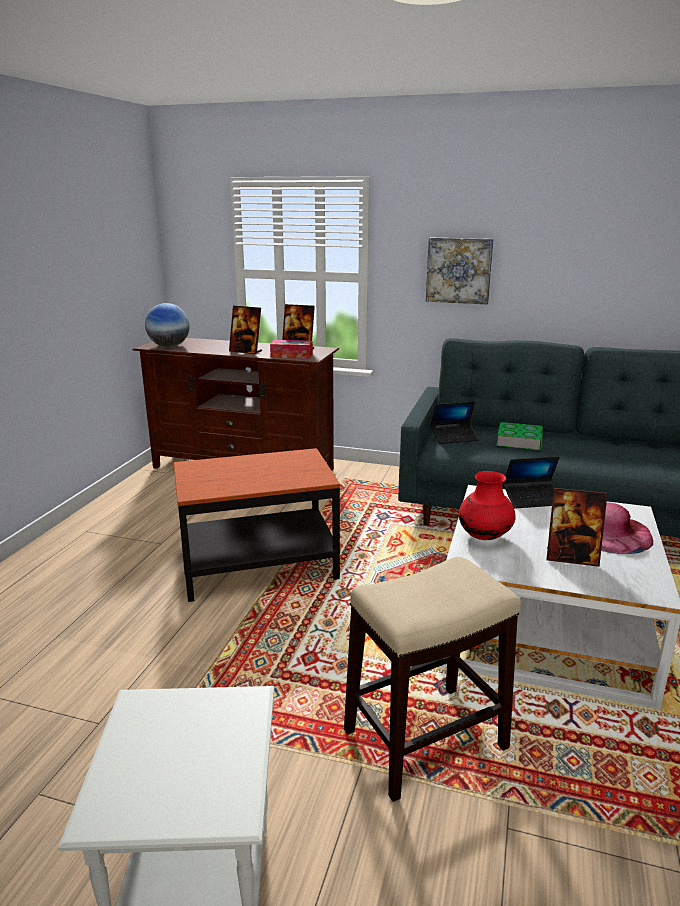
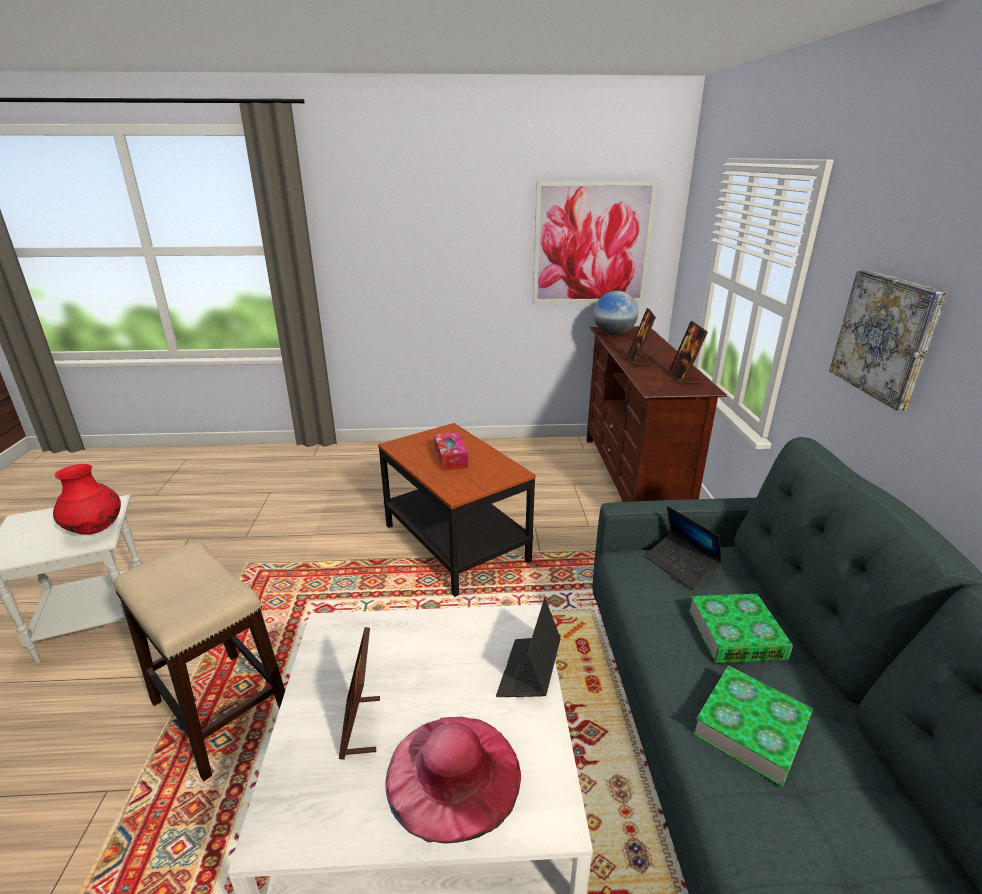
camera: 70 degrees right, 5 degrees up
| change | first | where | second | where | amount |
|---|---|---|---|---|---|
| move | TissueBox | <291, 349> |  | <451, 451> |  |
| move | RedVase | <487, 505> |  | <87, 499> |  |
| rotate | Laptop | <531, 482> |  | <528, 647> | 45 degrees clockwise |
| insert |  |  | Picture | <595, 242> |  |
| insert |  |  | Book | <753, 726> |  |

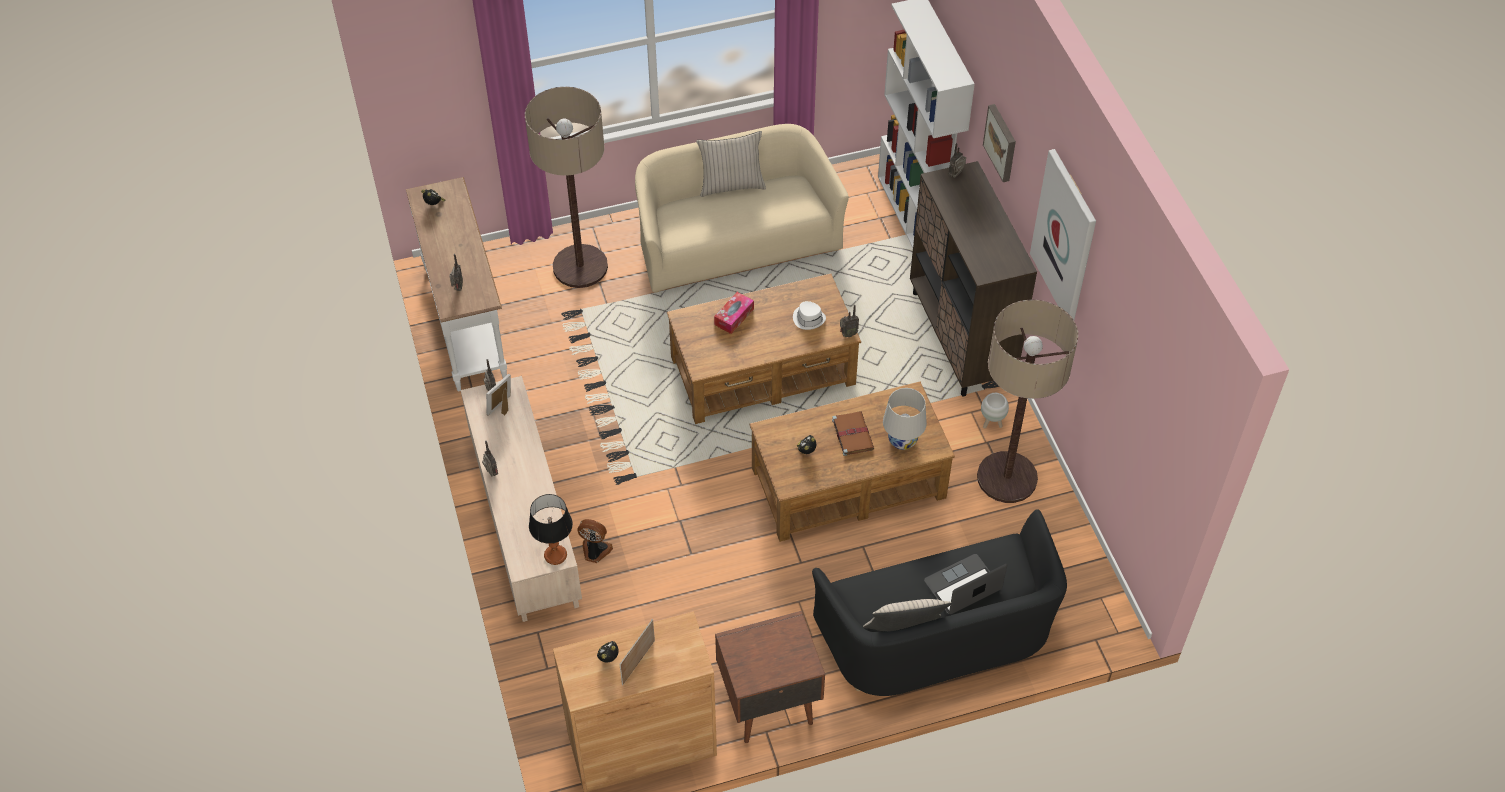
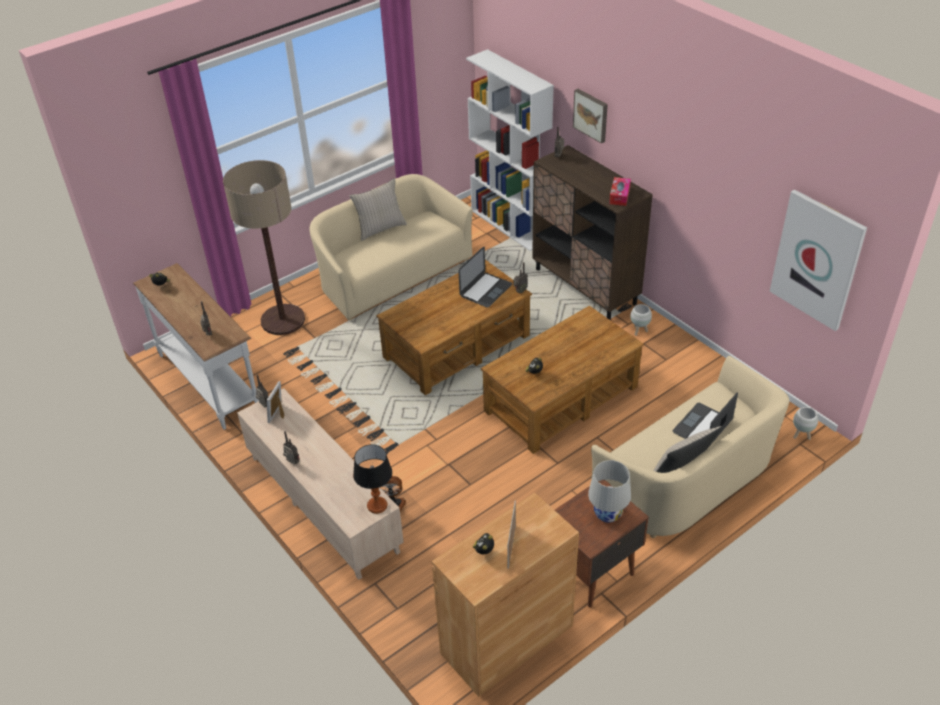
camera: 20 degrees left, 10 degrees down
| change | first | where | second | where | amount |
|---|---|---|---|---|---|
| move | TissueBox | <734, 313> |  | <620, 191> |  |
| replace | WhiteHat | <809, 315> | Laptop | <485, 277> |  |
| recolor | BlackSofa | <939, 602> | BeigeSofa | <690, 447> |  |
| delete | BrownBook | <853, 433> |  |  |  |
| move | WhiteTableLamp | <905, 419> |  | <609, 491> |  |
| delete | FloorLamp | <1027, 401> |  |  |  |
| move | Picture | <1063, 234> |  | <818, 260> |  |
| insert |  |  | WhitePlanter | <805, 423> |  |

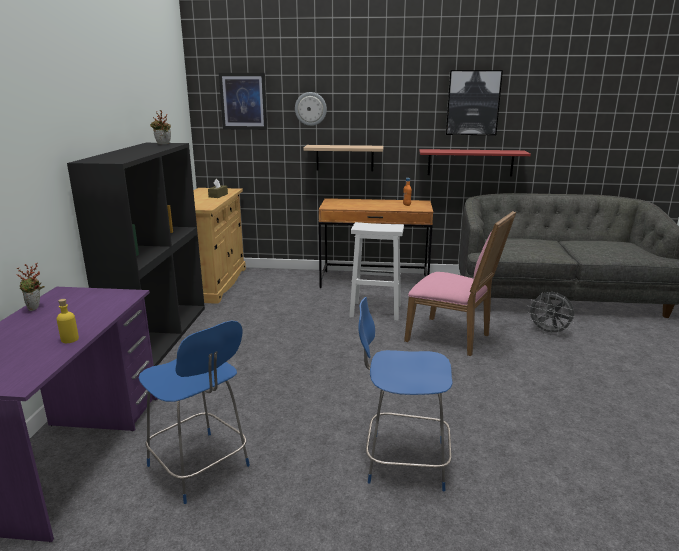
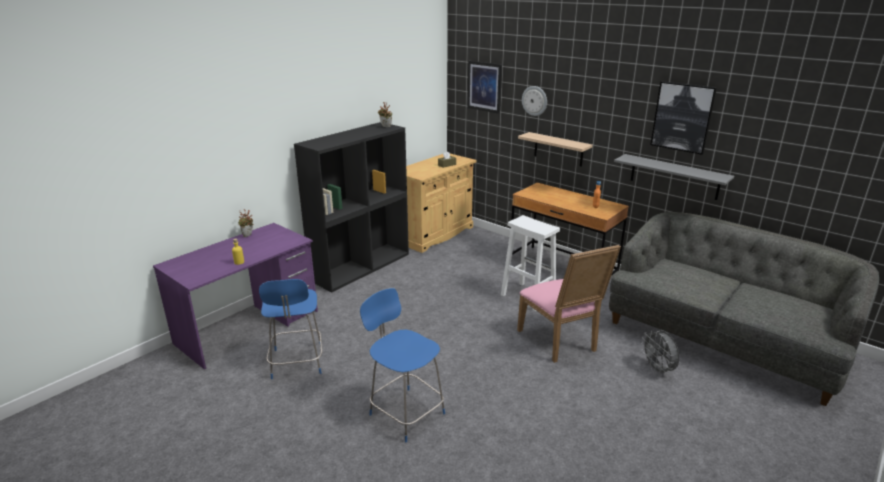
camera: 35 degrees right, 5 degrees up
| change | first | where | second | where | amount |
|---|---|---|---|---|---|
| recolor | RedShelf | <475, 163> | GreyShelf | <674, 177> |  |

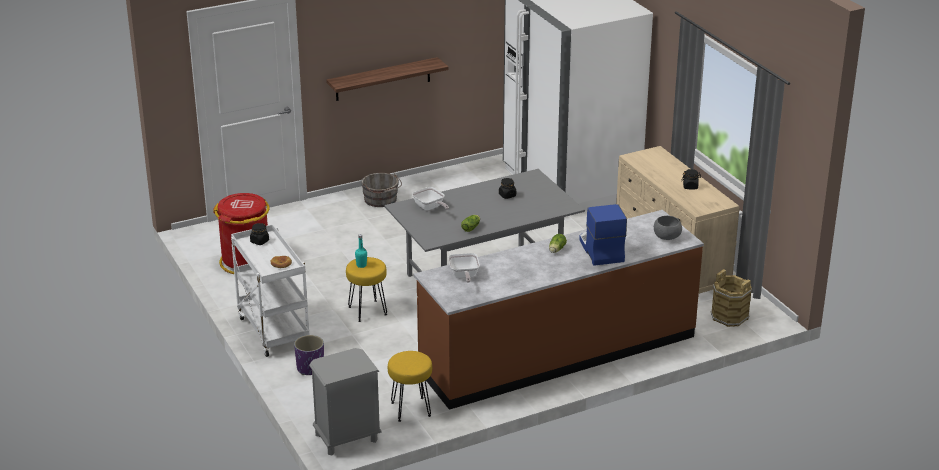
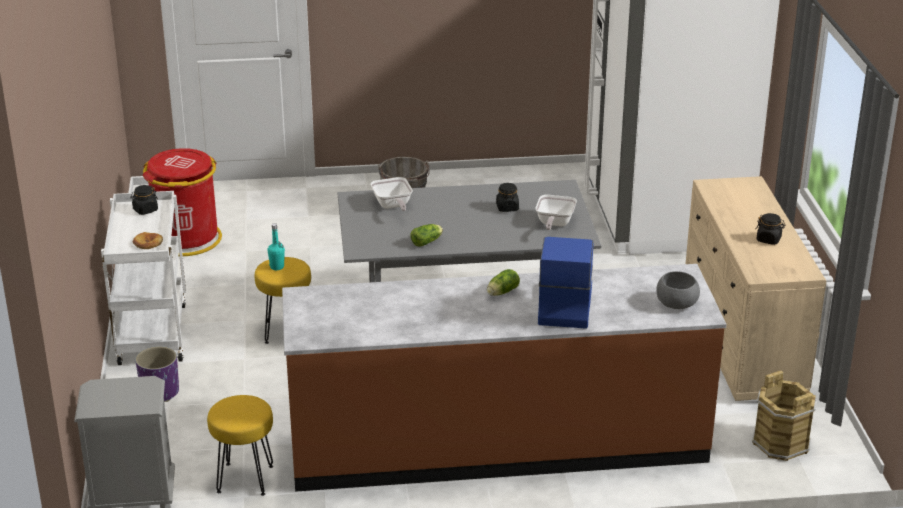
camera: 20 degrees right, 0 degrees up
| change | first | where | second | where | amount |
|---|---|---|---|---|---|
| delete | Shelf | <387, 79> |  |  |  |
| move | FryingPan | <464, 268> |  | <556, 212> |  |

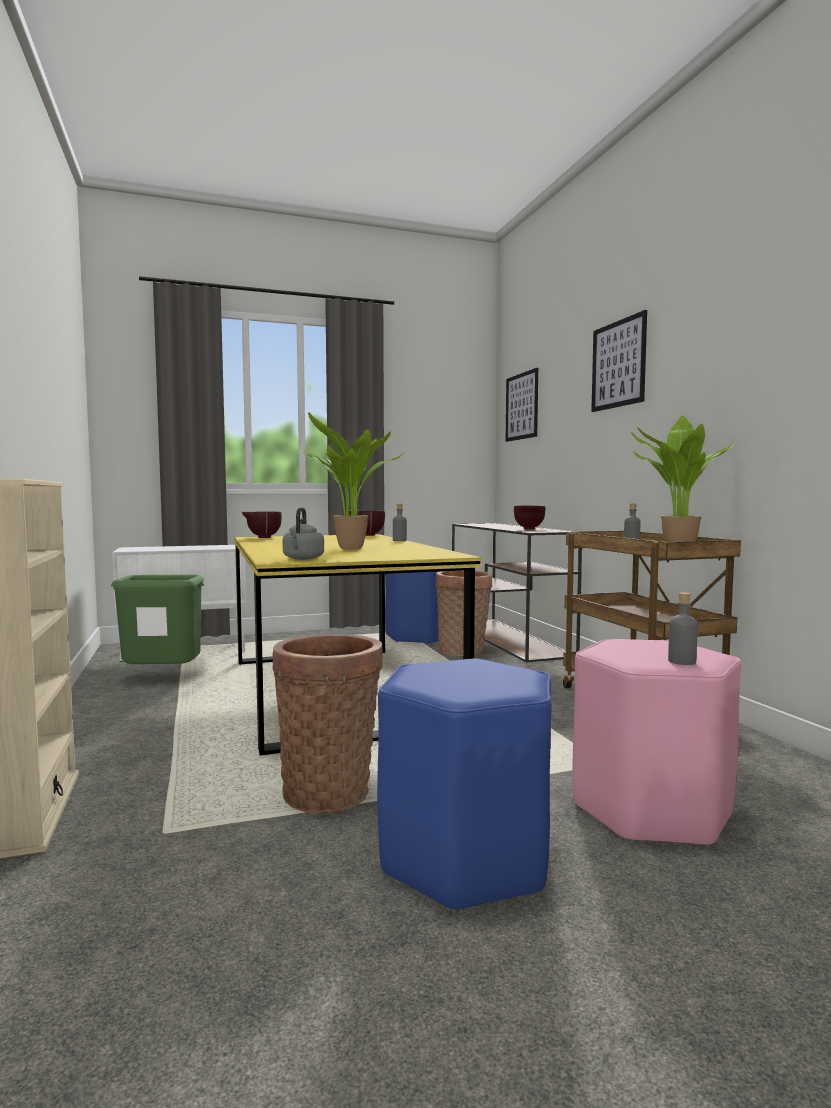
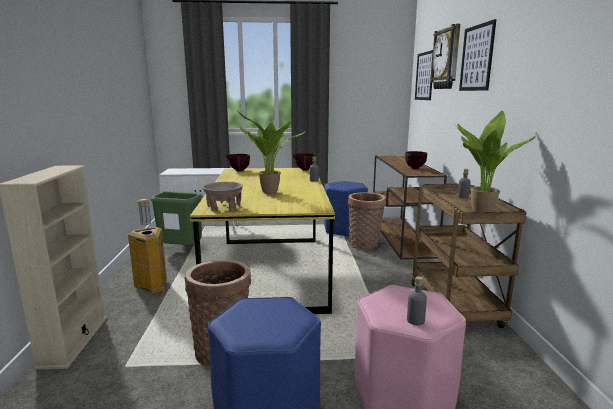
camera: 15 degrees right, 10 degrees up
| change | first | where | second | where | amount |
|---|---|---|---|---|---|
| replace | GreyKettle | <303, 533> | BeigeBowl | <223, 197> |  |
| insert |  |  | TrashCan | <147, 246> |  |
| insert |  |  | WallClock | <445, 56> |  |

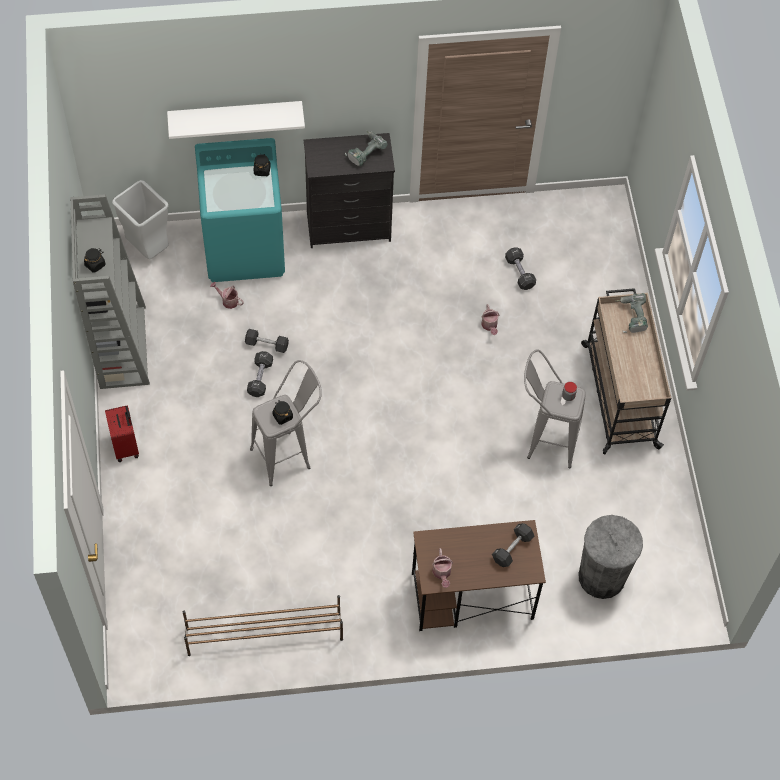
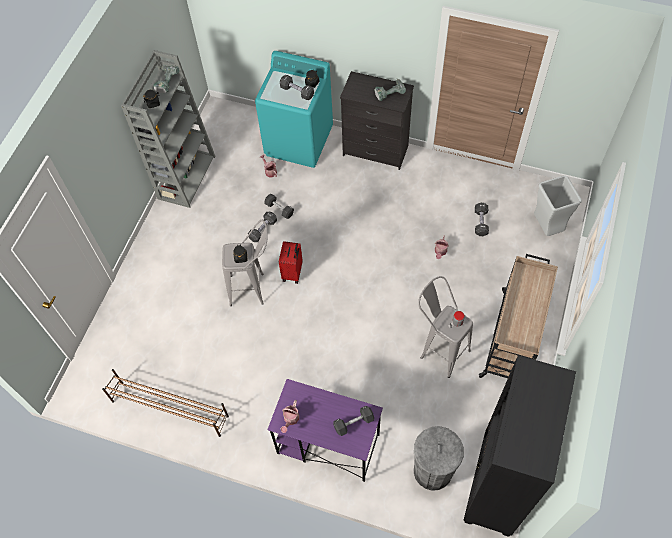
camera: 30 degrees right, 0 degrees up
| change | first | where | second | where | amount |
|---|---|---|---|---|---|
| move | RedSuitcase | <122, 433> |  | <291, 262> |  |
| move | GreyTrashCan | <140, 219> |  | <558, 206> |  |
| delete | WhiteShelf | <236, 120> |  |  |  |
| recolor | BrownDesk | <479, 575> | PurpleDesk | <325, 430> |  |
| move | PowerDrill | <632, 313> |  | <165, 79> |  |
| insert |  |  | BlackDumbbell | <297, 87> |  |
| insert |  |  | BlackBookcase | <519, 446> |  |

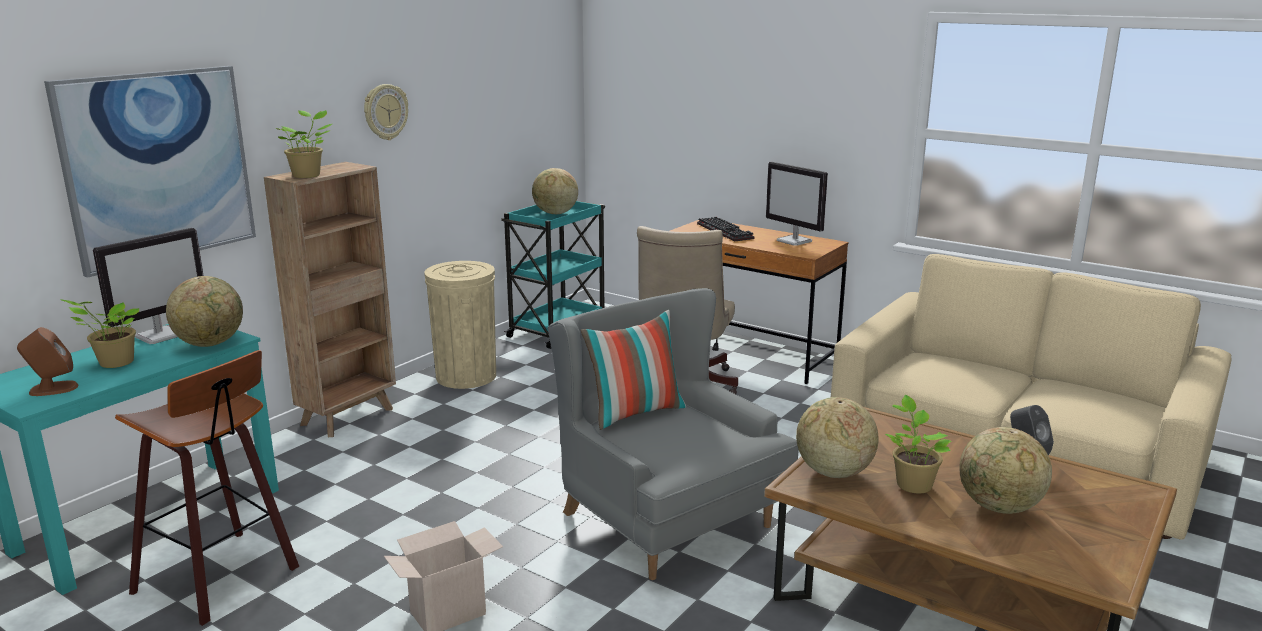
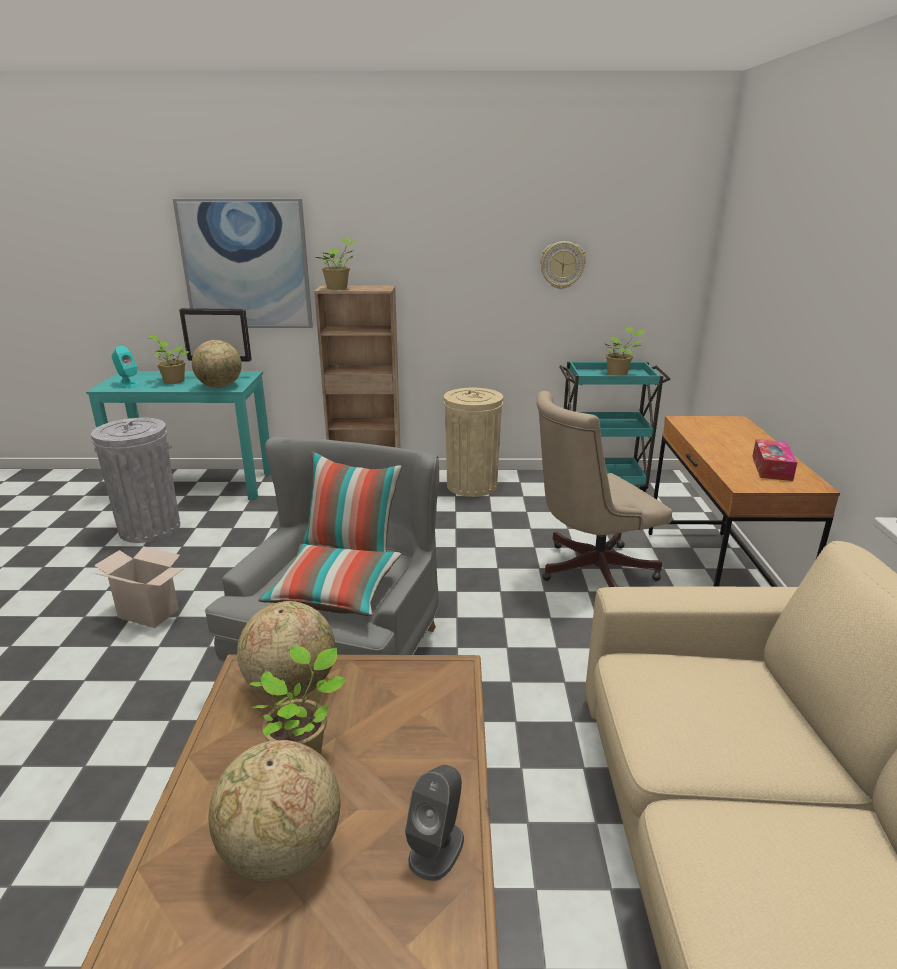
camera: 55 degrees right, 5 degrees up
| change | first | where | second | where | amount |
|---|---|---|---|---|---|
| recolor | BrownSpeaker | <47, 361> | TurquoiseSpeaker | <125, 366> |  |
| replace | Stool | <207, 488> | GreyTrashCan | <135, 480> |  |
| move | WallClock | <386, 112> |  | <563, 265> |  |
| replace | Globe | <555, 191> | PottedPlant | <625, 351> |  |
| delete | Keyboard | <726, 229> |  |  |  |
| replace | Monitor | <797, 204> | TissueBox | <775, 460> |  |
| insert |  |  | Pillow | <329, 580> |  |

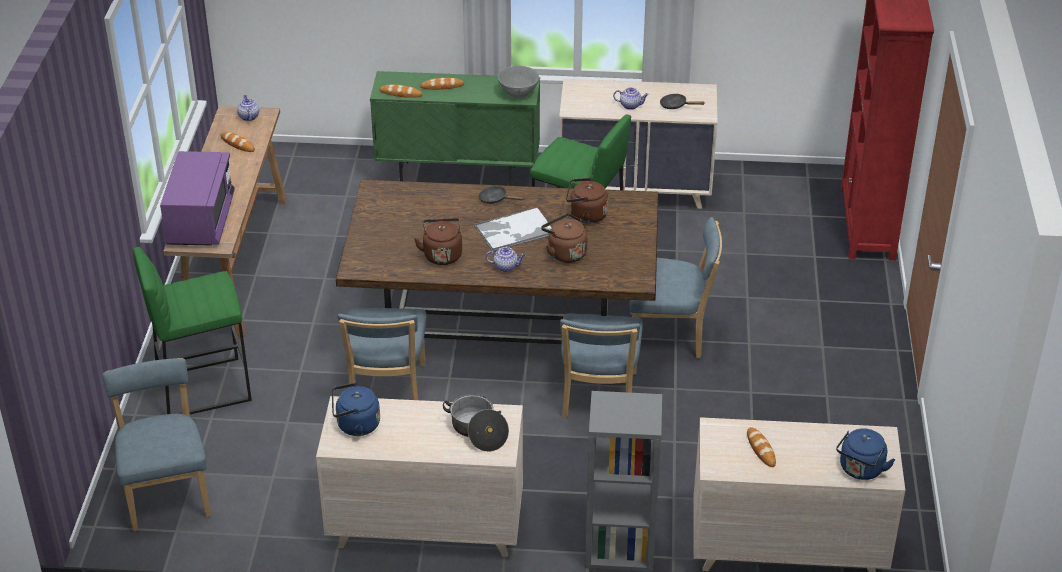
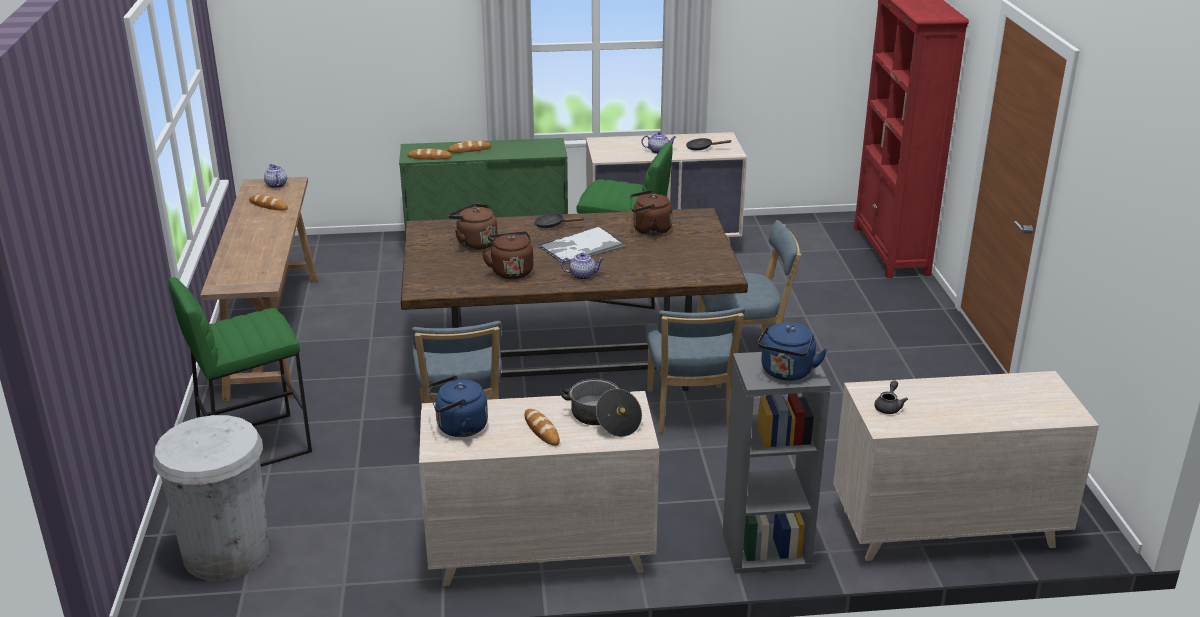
camera: 10 degrees left, 10 degrees down
| change | first | where | second | where | amount |
|---|---|---|---|---|---|
| replace | BlueChair | <156, 445> | WhiteTrashCan | <211, 498> |  |
| delete | PurpleMicrowave | <197, 198> |  |  |  |
| delete | GreyBowl | <518, 82> |  |  |  |
| move | BrownKettle | <564, 238> |  | <472, 227> |  |
| move | Bread | <761, 447> |  | <542, 427> |  |
| move | BlueKettle | <865, 454> |  | <792, 352> |  |
| insert |  |  | GreyTeapot | <891, 397> |  |

